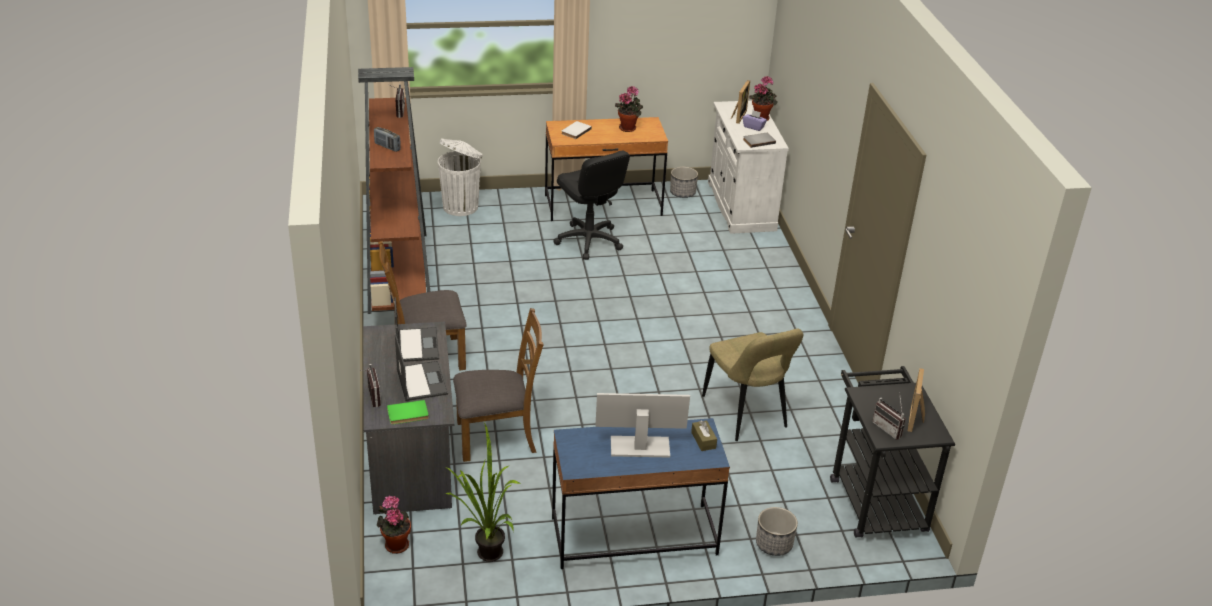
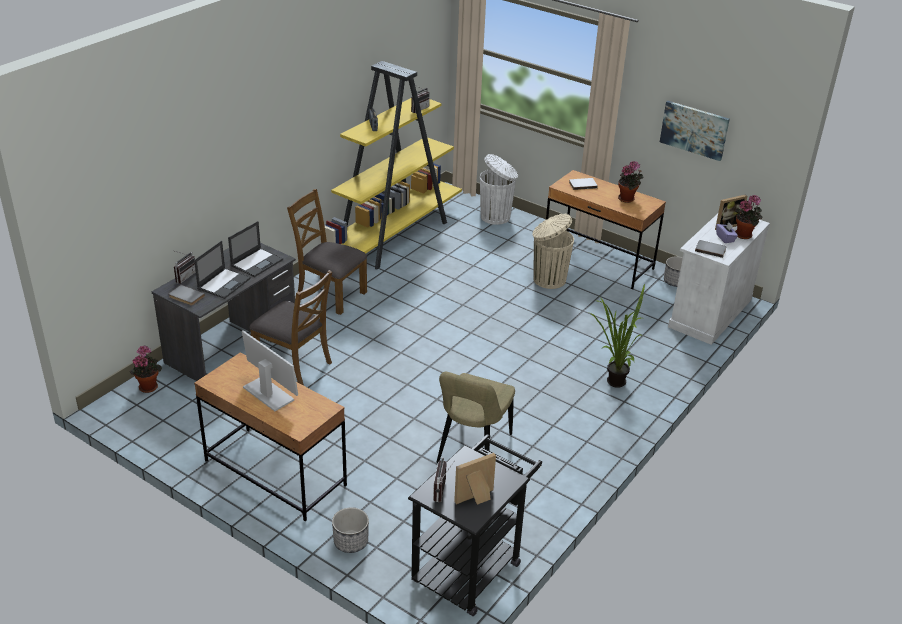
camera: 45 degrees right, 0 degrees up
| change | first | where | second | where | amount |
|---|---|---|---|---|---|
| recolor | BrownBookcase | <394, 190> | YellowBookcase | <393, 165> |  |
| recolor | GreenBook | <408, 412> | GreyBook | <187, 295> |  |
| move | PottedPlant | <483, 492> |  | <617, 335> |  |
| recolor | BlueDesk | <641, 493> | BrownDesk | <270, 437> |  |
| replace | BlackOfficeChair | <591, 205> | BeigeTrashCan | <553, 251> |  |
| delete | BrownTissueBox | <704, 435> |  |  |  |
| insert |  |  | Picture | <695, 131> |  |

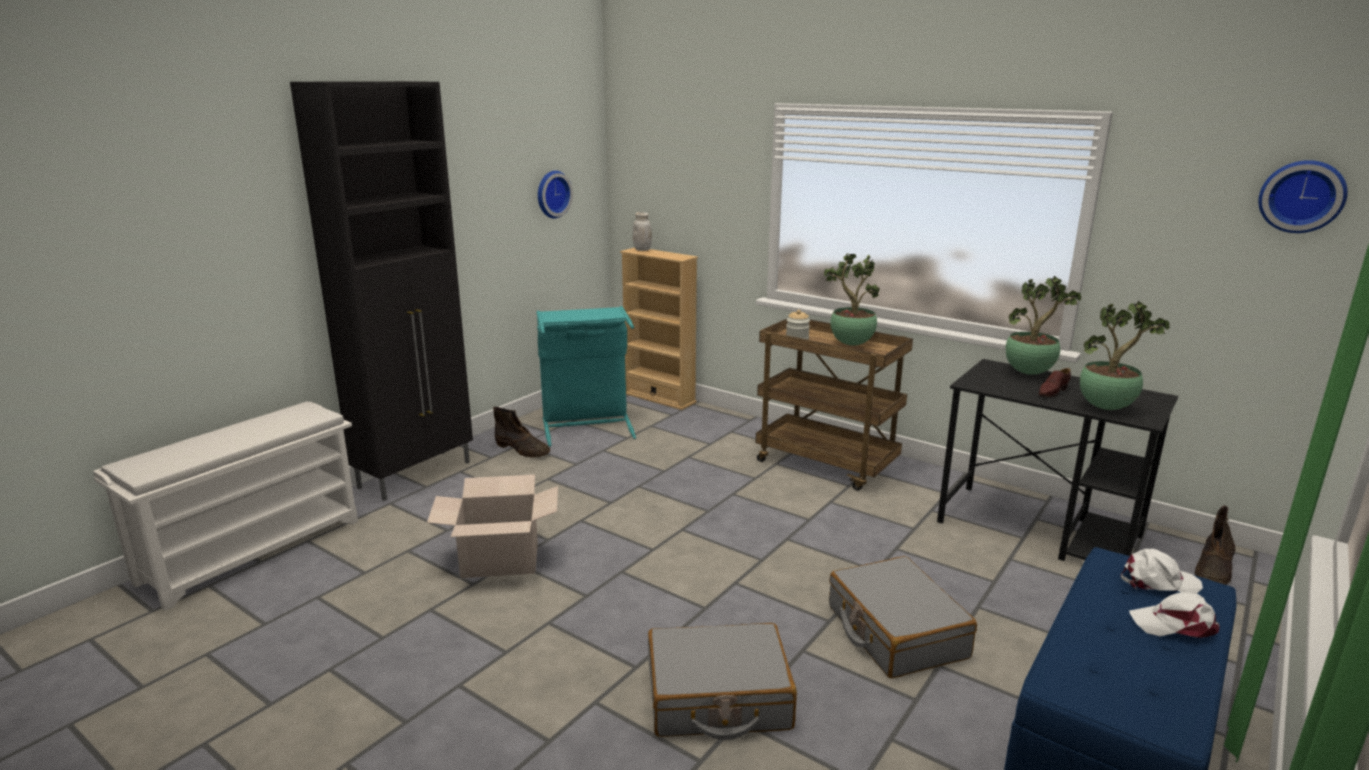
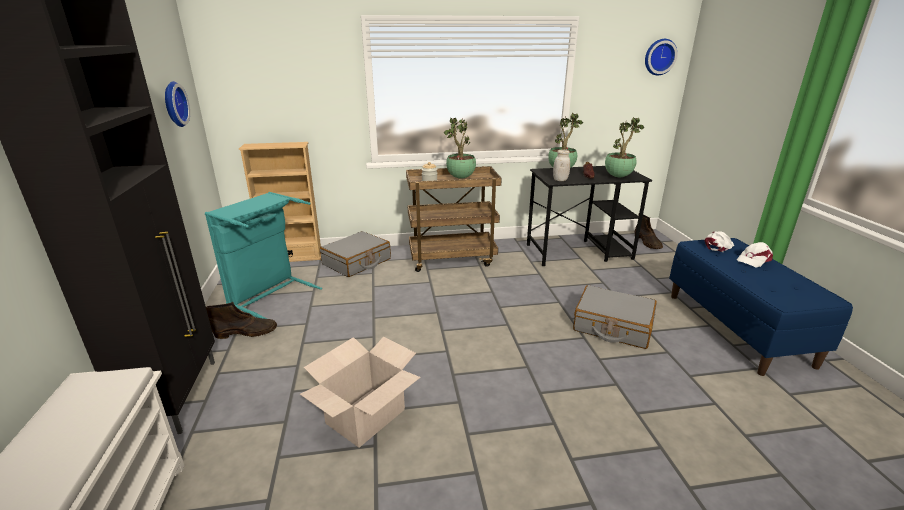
camera: 45 degrees left, 5 degrees up
| change | first | where | second | where | amount |
|---|---|---|---|---|---|
| move | WhiteJar | <642, 231> |  | <561, 165> |  |
| move | GreySuitcase | <722, 681> |  | <355, 254> |  |

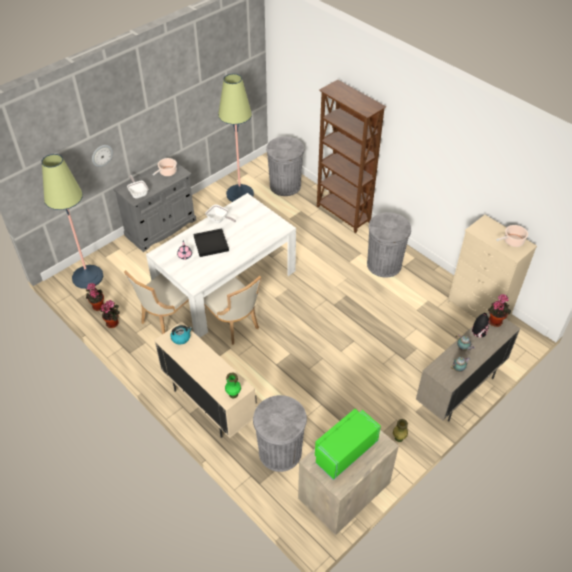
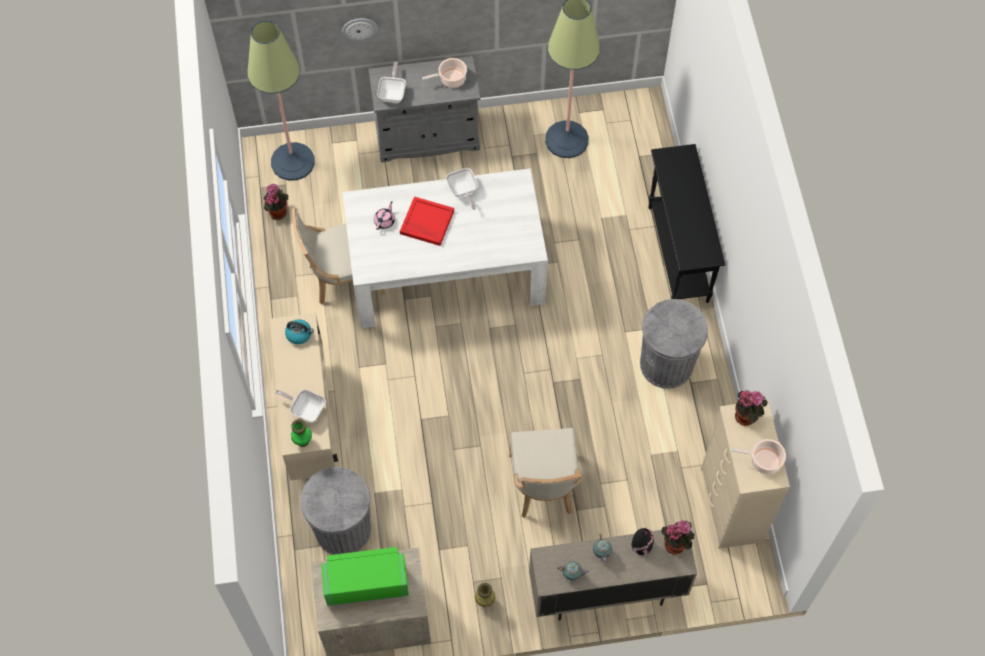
camera: 35 degrees right, 15 degrees up
| change | first | where | second | where | amount |
|---|---|---|---|---|---|
| move | PottedPlant | <110, 314> |  | <751, 408> |  |
| recolor | BlackTray | <211, 242> | RedTray | <427, 221> |  |
| move | BeigeChair | <232, 310> |  | <545, 473> |  |
| delete | GreyTrashCan | <285, 166> |  |  |  |
| replace | BrownBookcase | <351, 156> | BlackConsoleTable | <686, 223> |  |
| insert |  |  | FryingPan | <300, 405> |  |

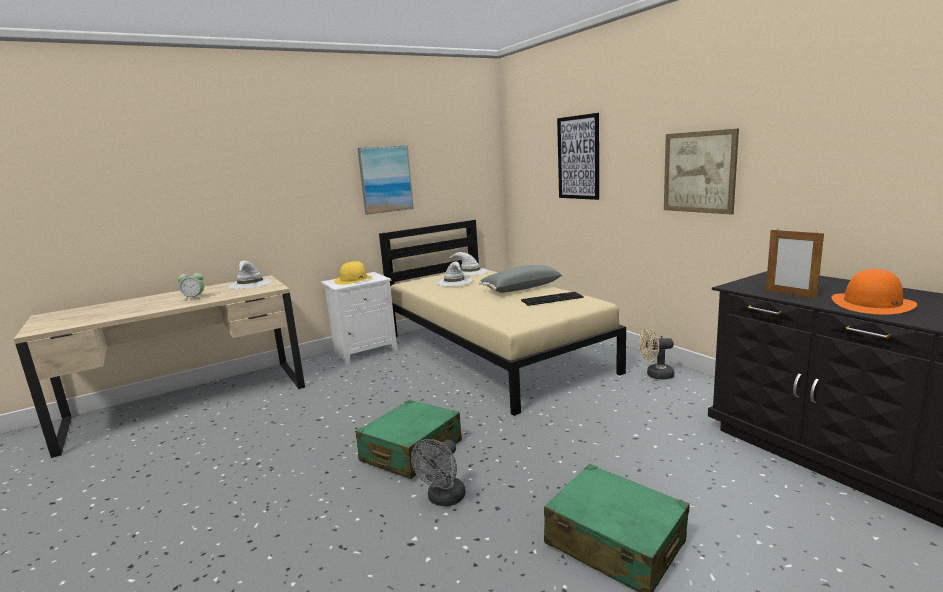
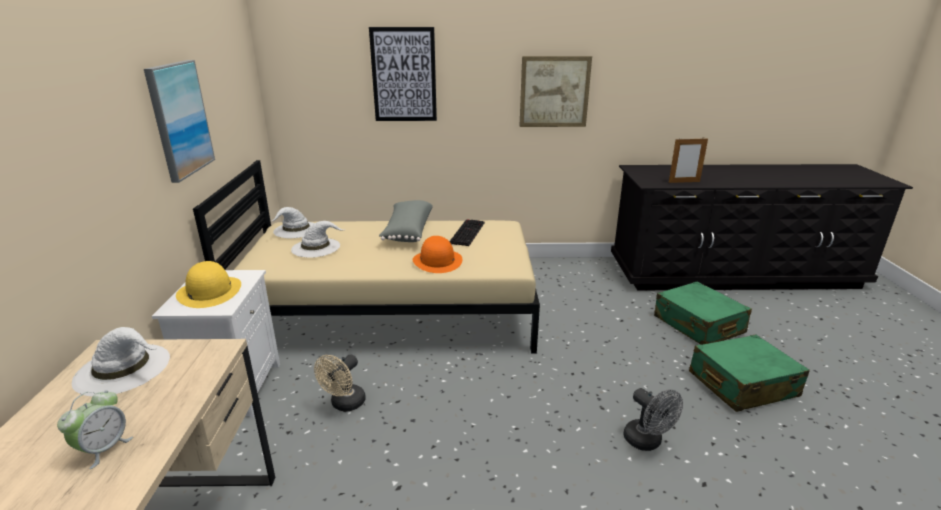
camera: 60 degrees left, 10 degrees up
| change | first | where | second | where | amount |
|---|---|---|---|---|---|
| move | GreenSuitcase | <408, 439> |  | <703, 313> |  |
| move | BeigeFan | <657, 354> |  | <340, 383> |  |
| move | OrangeHat | <874, 292> |  | <437, 254> |  |

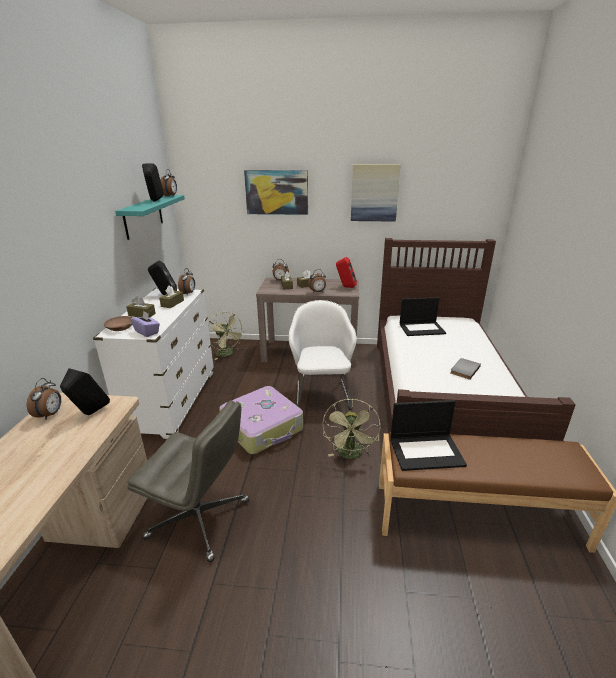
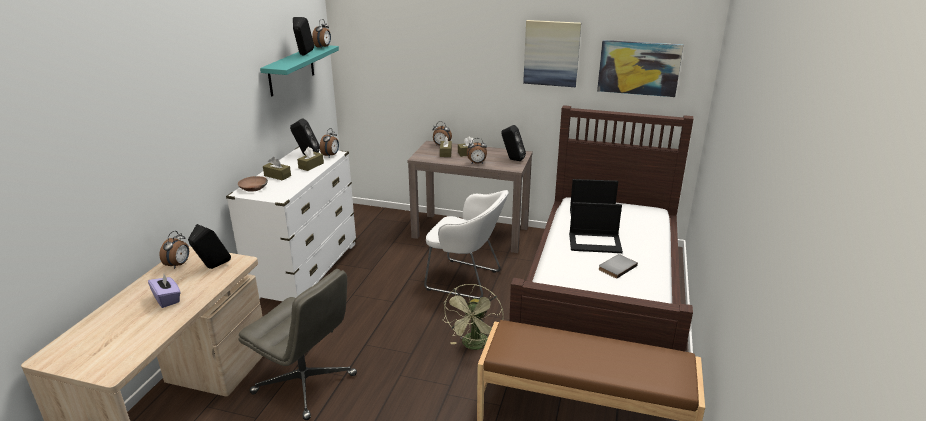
camera: 10 degrees right, 0 degrees up
| change | first | where | second | where | amount |
|---|---|---|---|---|---|
| move | PurpleTissueBox | <145, 324> |  | <164, 291> |  |
| delete | GreenFan | <226, 336> |  |  |  |
| delete | Suitcase | <261, 420> |  |  |  |
| move | Picture | <276, 192> |  | <640, 68> |  |
| rotate | WhiteArmchair | <323, 355> |  | <466, 244> | 105 degrees clockwise |
| recolor | RedSpeaker | <346, 272> | BlackSpeaker | <513, 143> |  |
| move | Laptop | <428, 435> |  | <596, 227> |  |

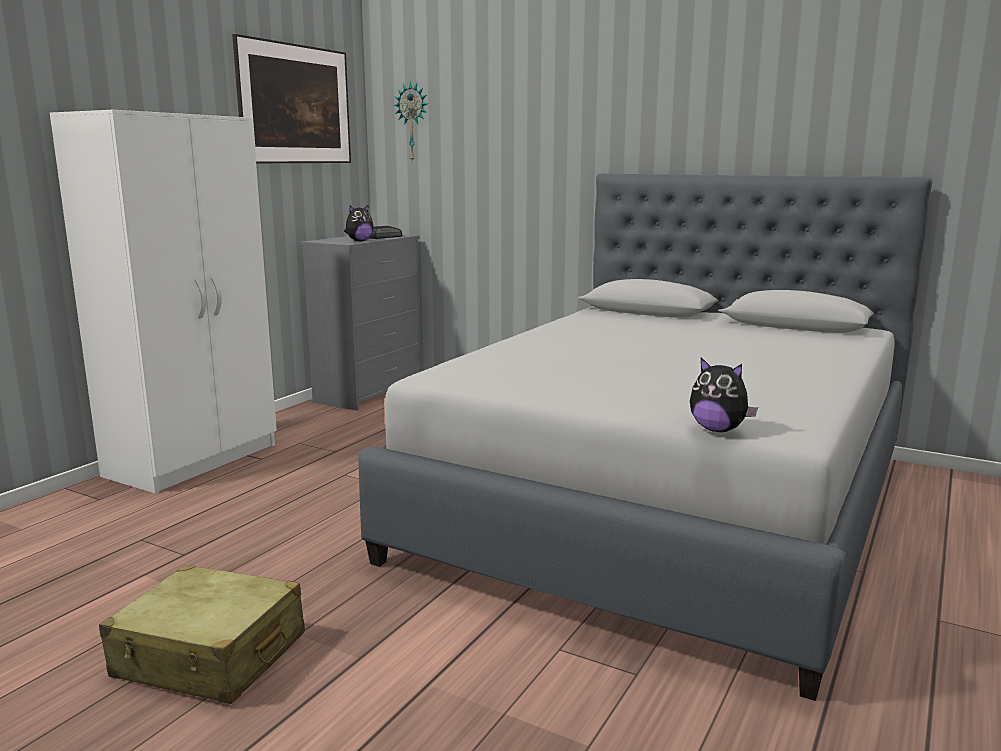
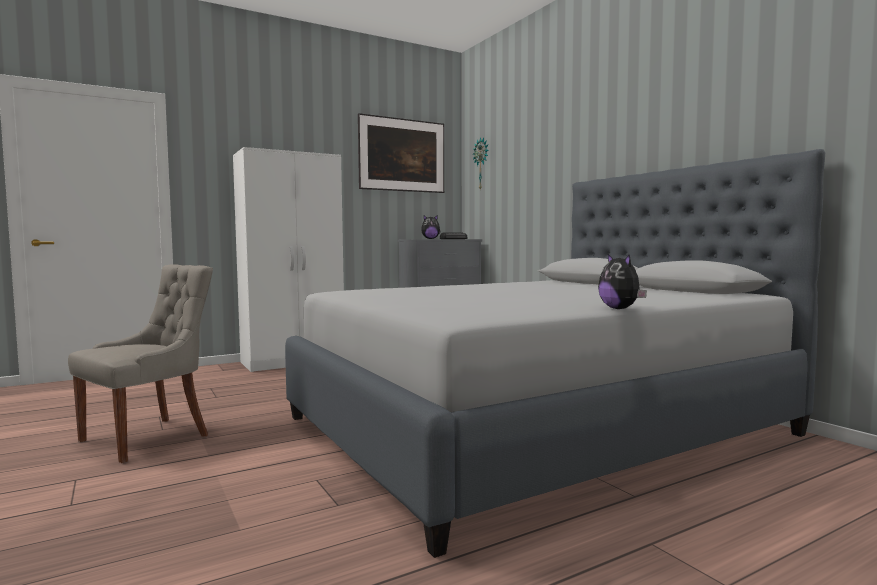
camera: 30 degrees right, 10 degrees down
| change | first | where | second | where | amount |
|---|---|---|---|---|---|
| replace | BeigeSuitcase | <202, 634> | GreyChair | <140, 363> |  |
| move | PlushToy | <724, 395> |  | <622, 281> |  |

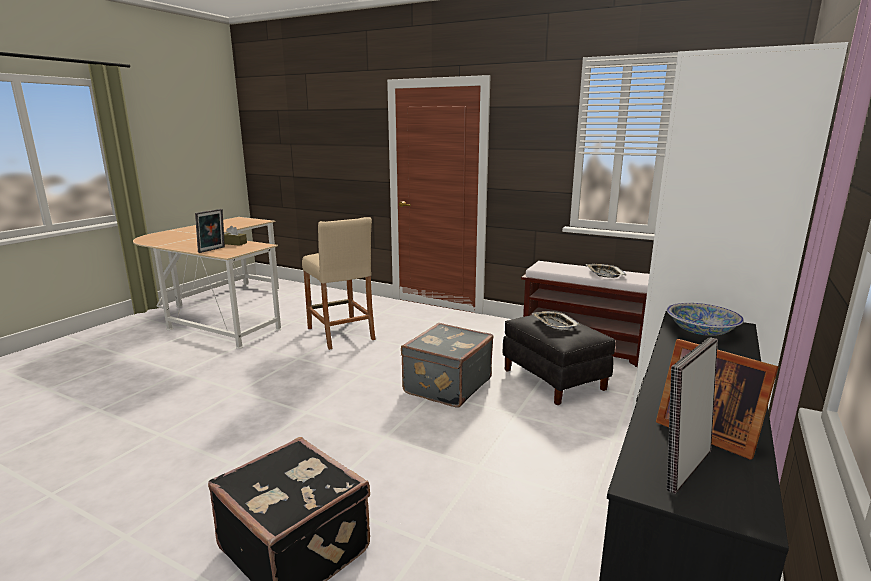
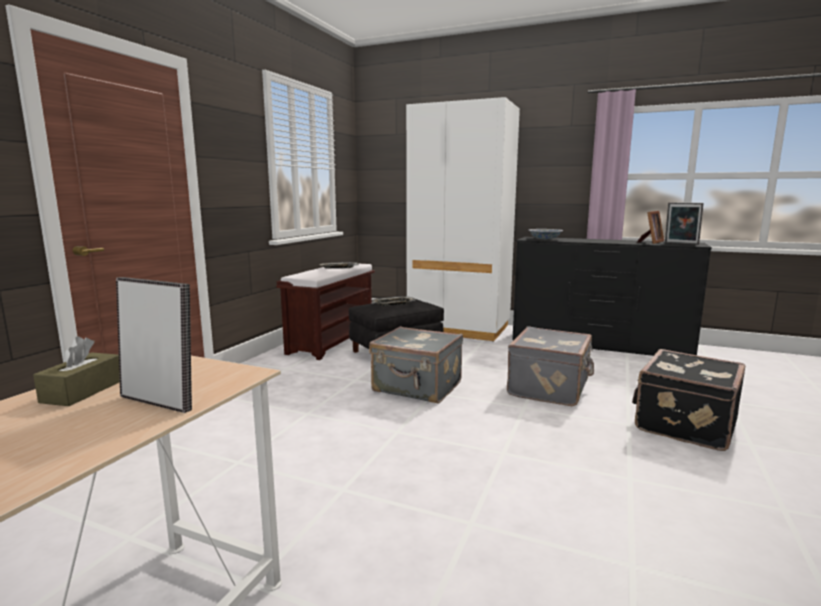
camera: 95 degrees left, 5 degrees down
| change | first | where | second | where | amount |
|---|---|---|---|---|---|
| delete | BeigeStool | <339, 283> |  |  |  |
| insert |  |  | GreySuitcase | <550, 366> |  |

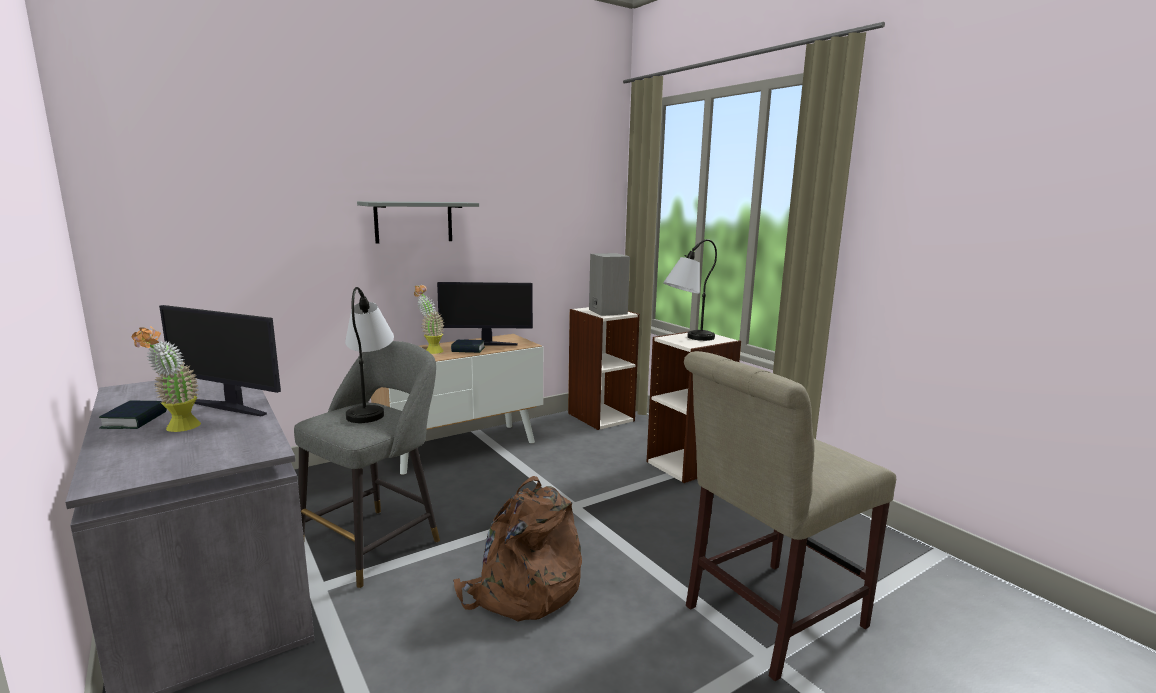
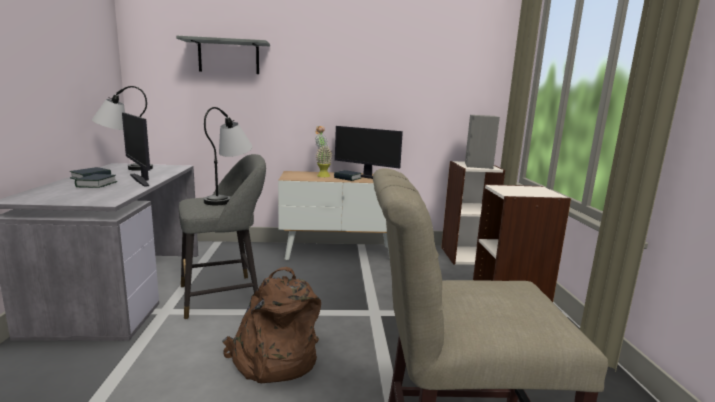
camera: 30 degrees right, 0 degrees up
| change | first | where | second | where | amount |
|---|---|---|---|---|---|
| replace | PottedPlant | <166, 379> | Book | <96, 181> |  |
| move | GreyShelf | <418, 222> |  | <223, 54> |  |
| move | TableLamp | <690, 290> |  | <122, 128> |  |

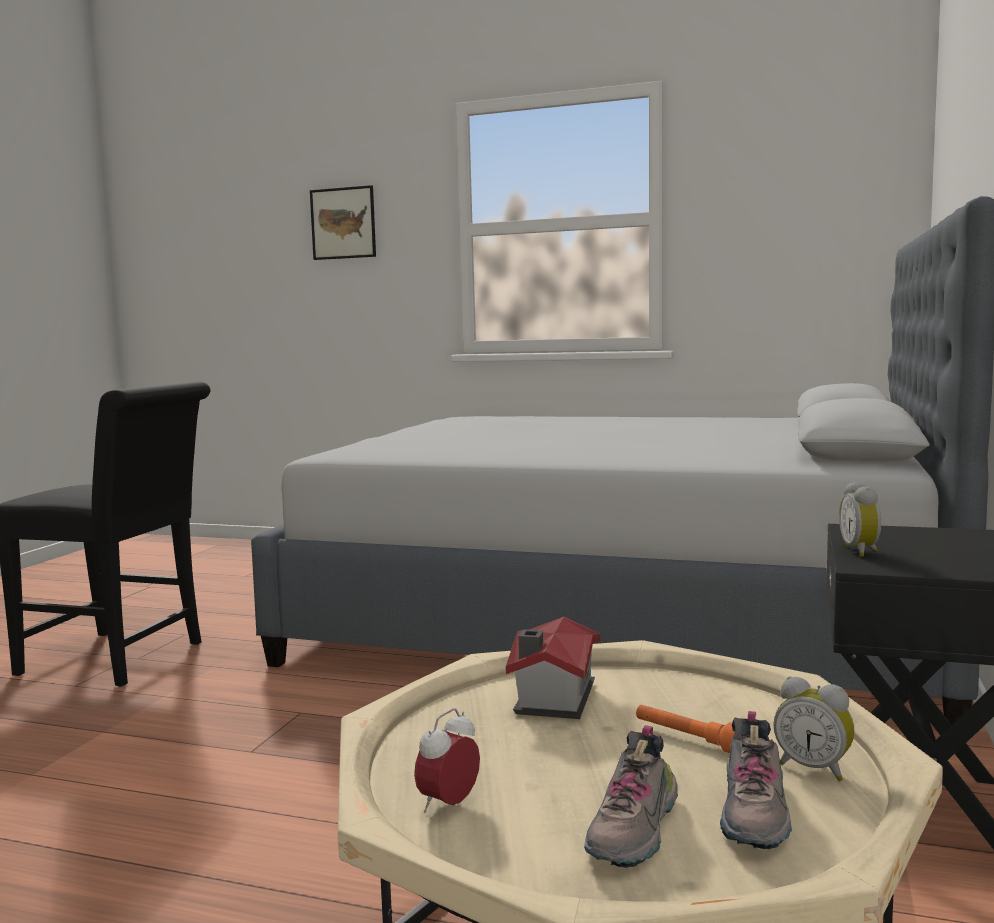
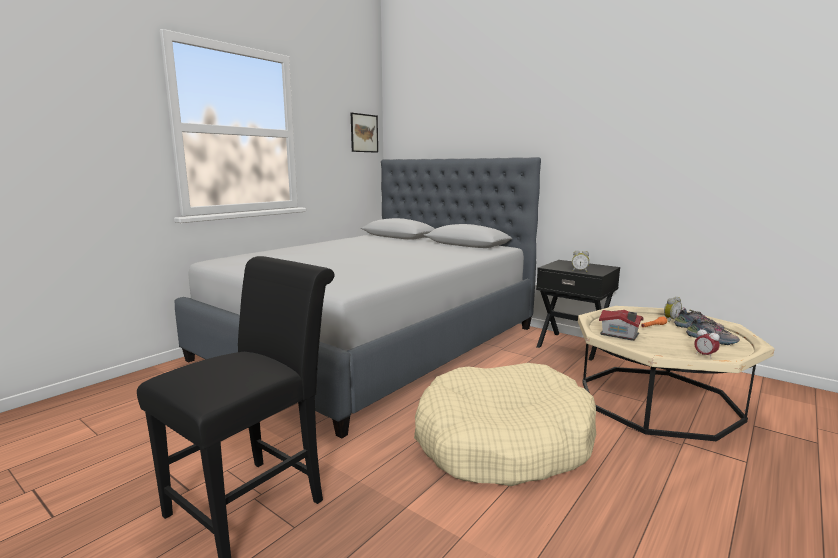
camera: 70 degrees left, 5 degrees up
| change | first | where | second | where | amount |
|---|---|---|---|---|---|
| move | Picture | <343, 222> |  | <364, 133> |  |
| insert |  |  | BeigeDogBed | <505, 424> |  |

